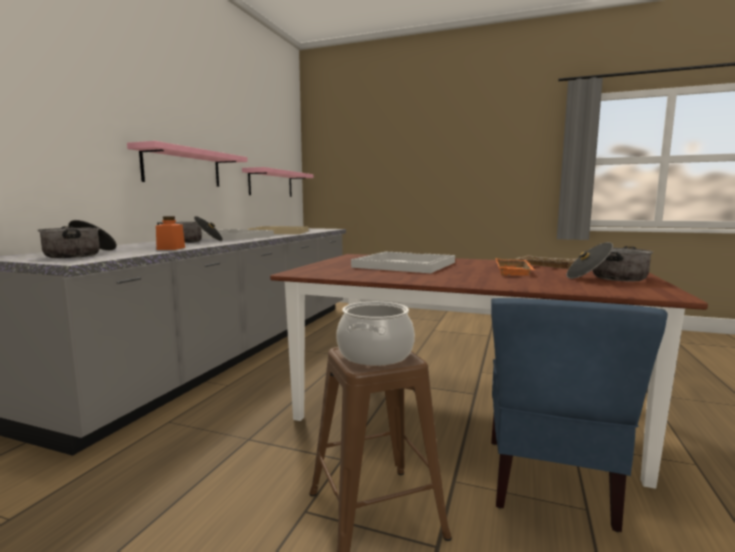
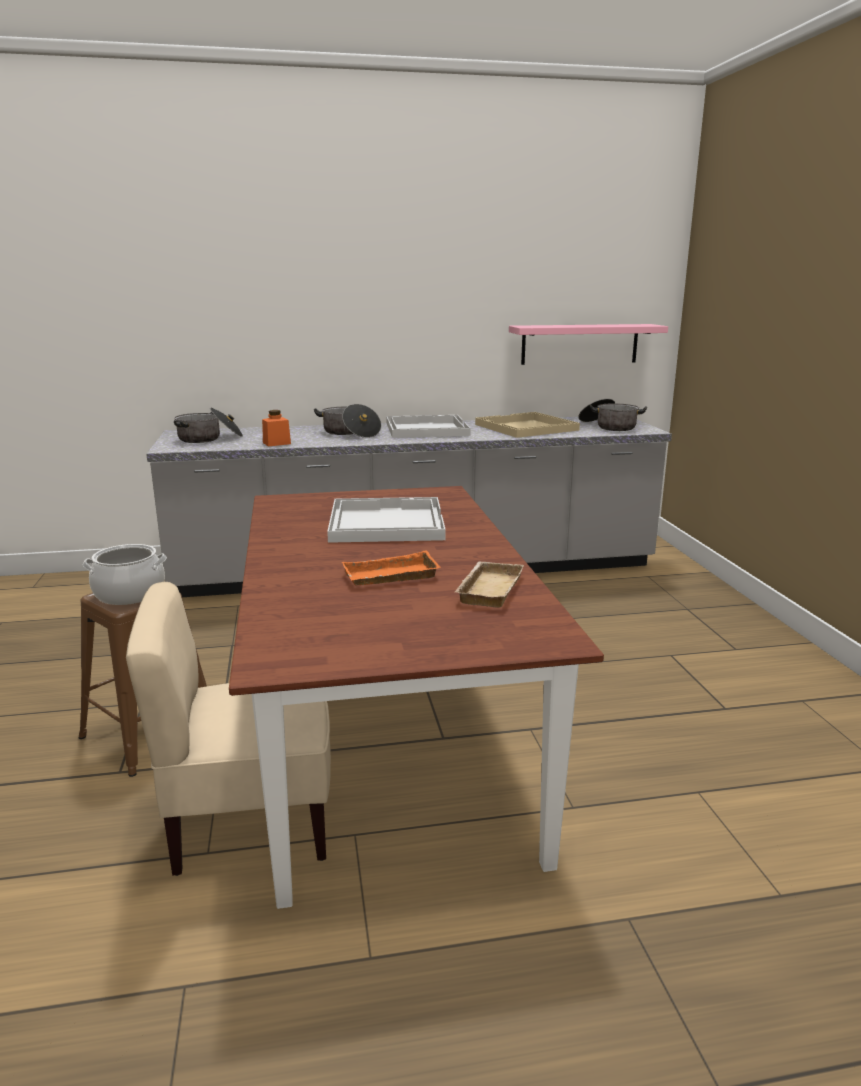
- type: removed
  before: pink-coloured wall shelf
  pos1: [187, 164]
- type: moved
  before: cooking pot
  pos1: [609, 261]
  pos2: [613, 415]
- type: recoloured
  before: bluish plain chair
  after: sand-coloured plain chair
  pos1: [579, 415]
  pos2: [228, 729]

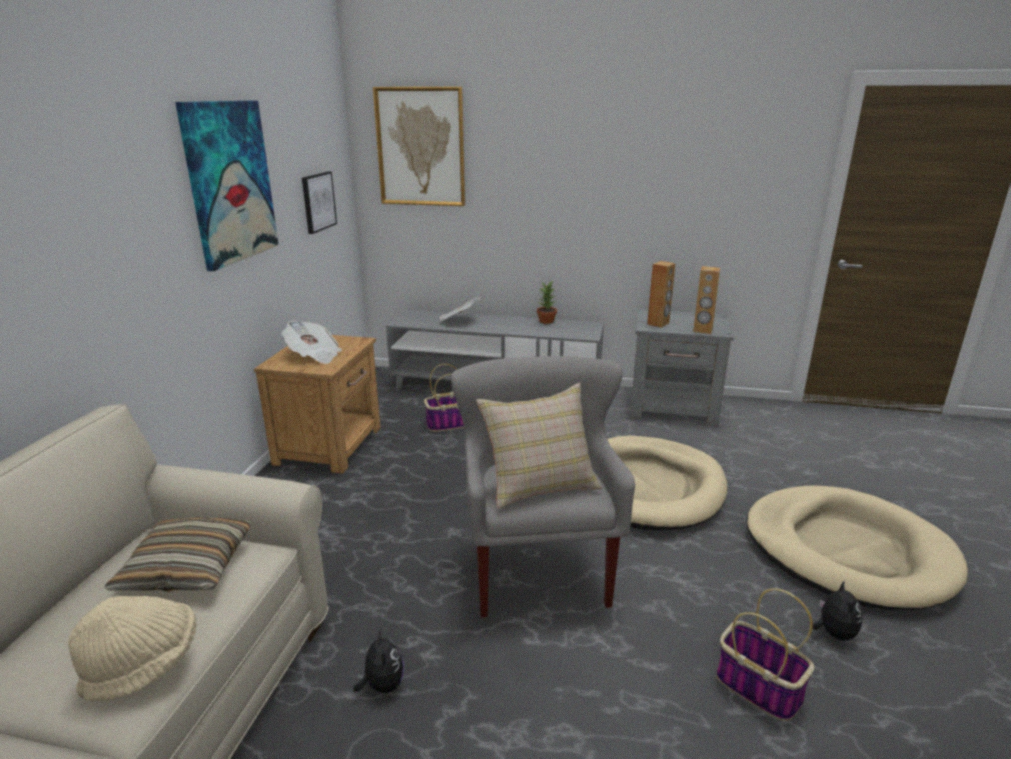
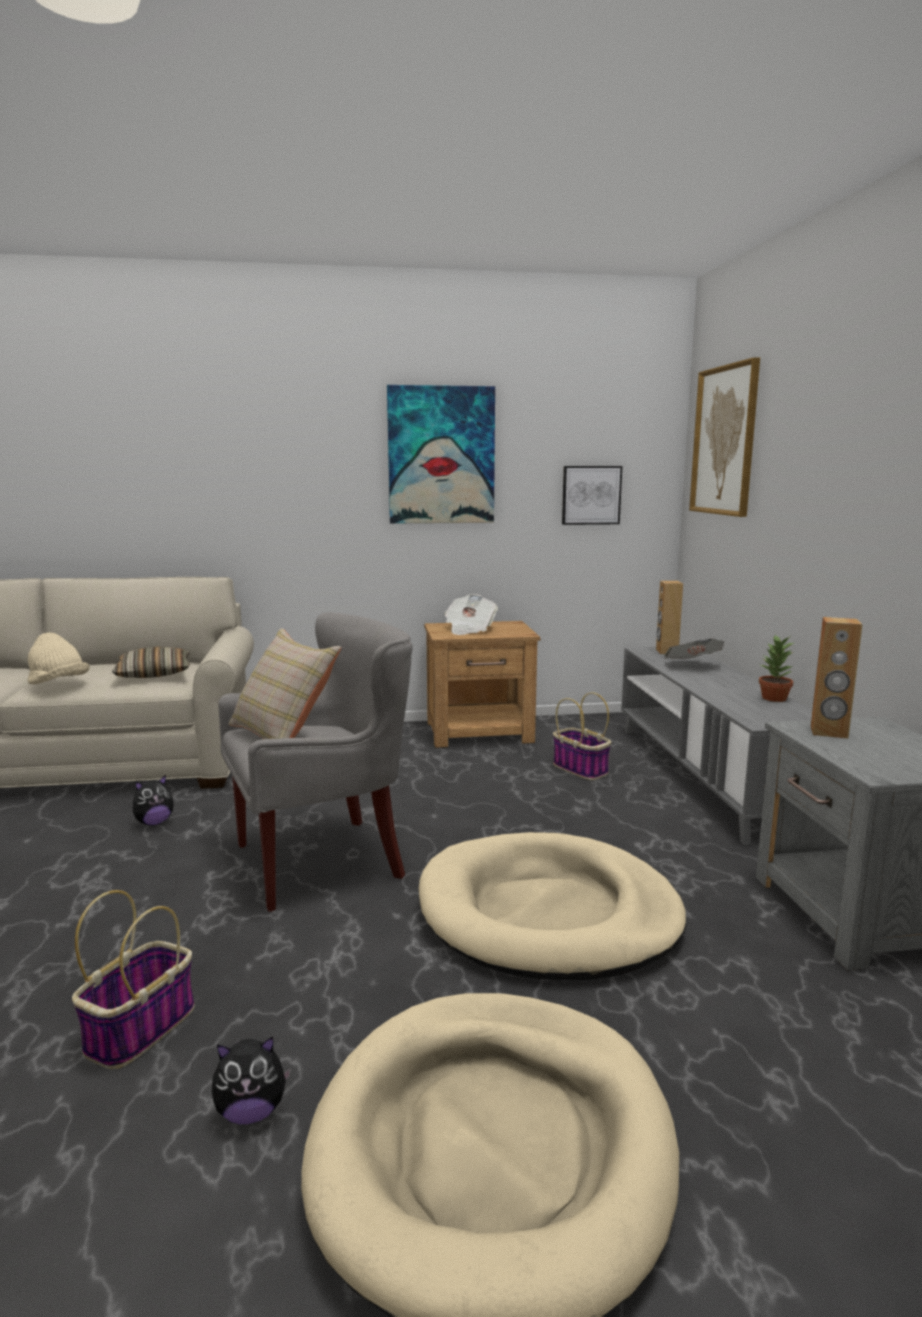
- type: moved
  before: brownish audio speaker
  pos1: [706, 300]
  pos2: [669, 617]

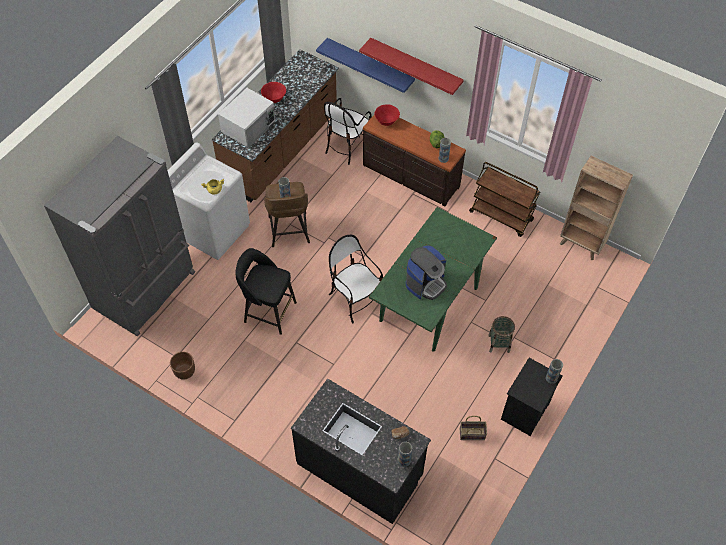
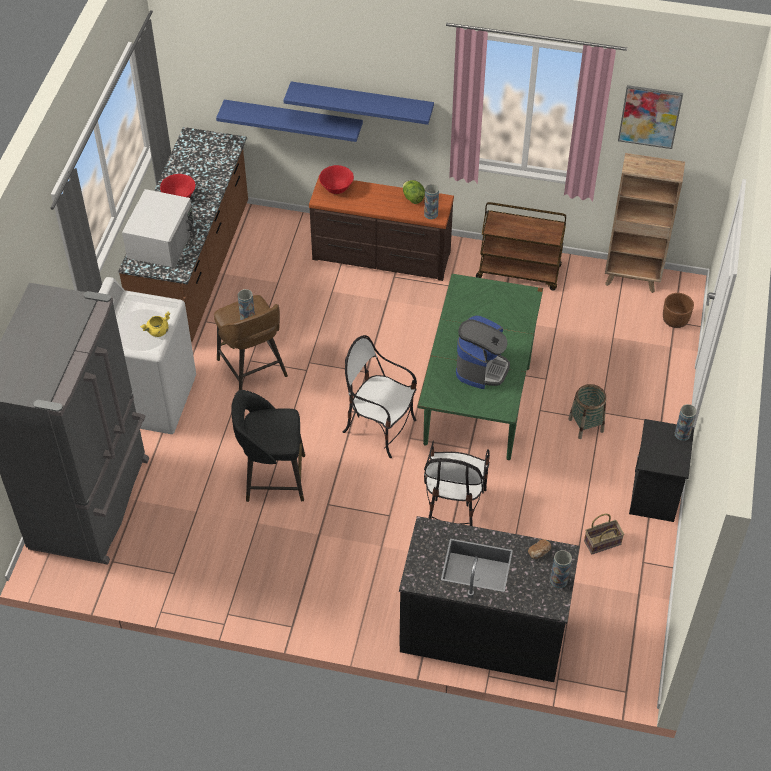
- type: added
  after: picture
  pos2: [650, 117]
- type: moved
  before: brownish plant pot
  pos1: [182, 366]
  pos2: [678, 310]
- type: moved
  before: plain chair
  pos1: [348, 131]
  pos2: [457, 483]
- type: recoloured
  before: reddish wall shelf
  after: bluish wall shelf
  pos1: [411, 66]
  pos2: [359, 103]

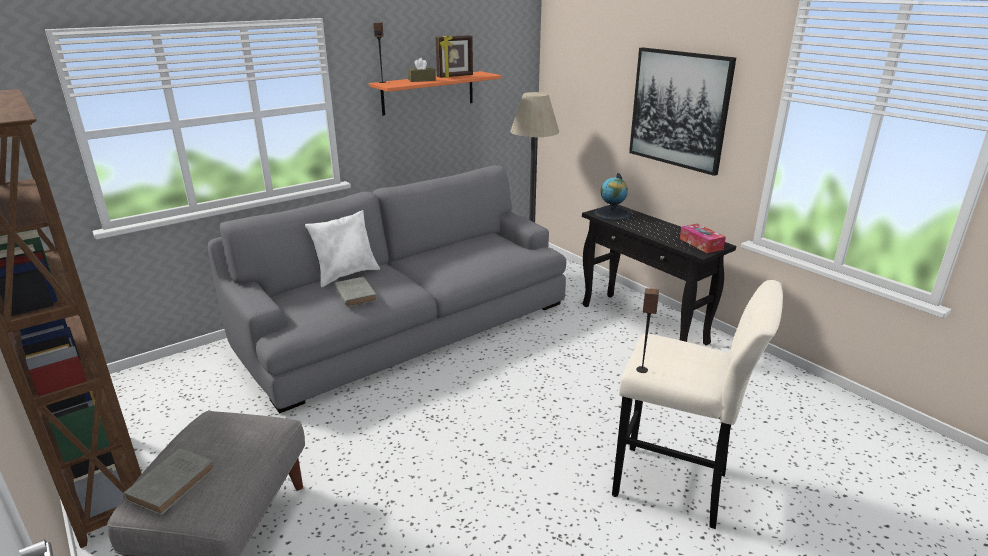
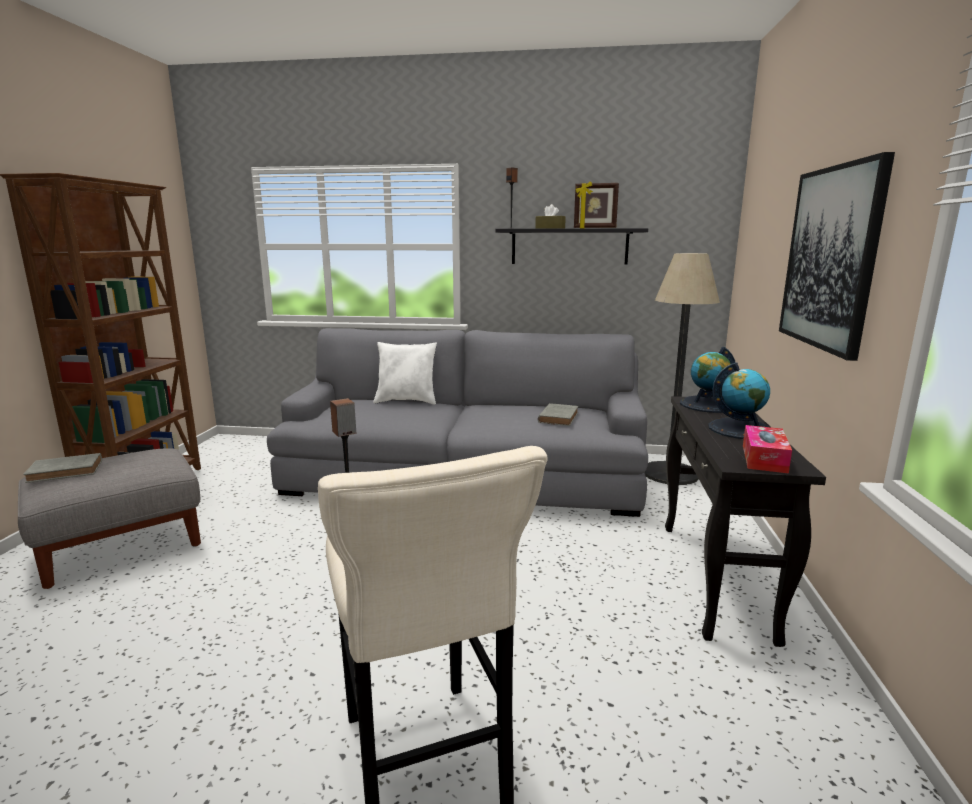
- type: added
  after: globe
  pos2: [739, 401]
- type: moved
  before: greyish book
  pos1: [355, 292]
  pos2: [558, 414]
- type: recoloured
  before: orange wall shelf
  after: blackish wall shelf
  pos1: [435, 93]
  pos2: [571, 246]

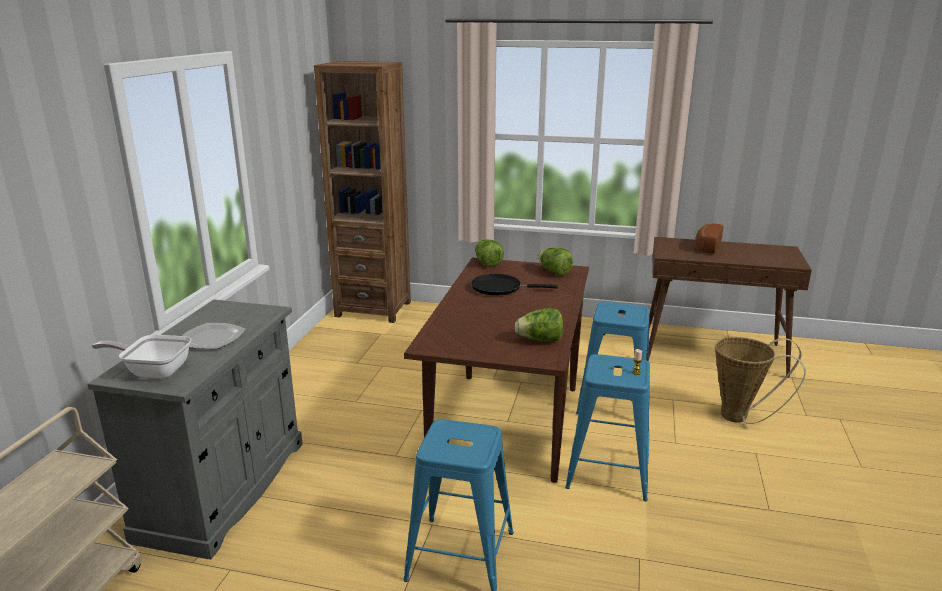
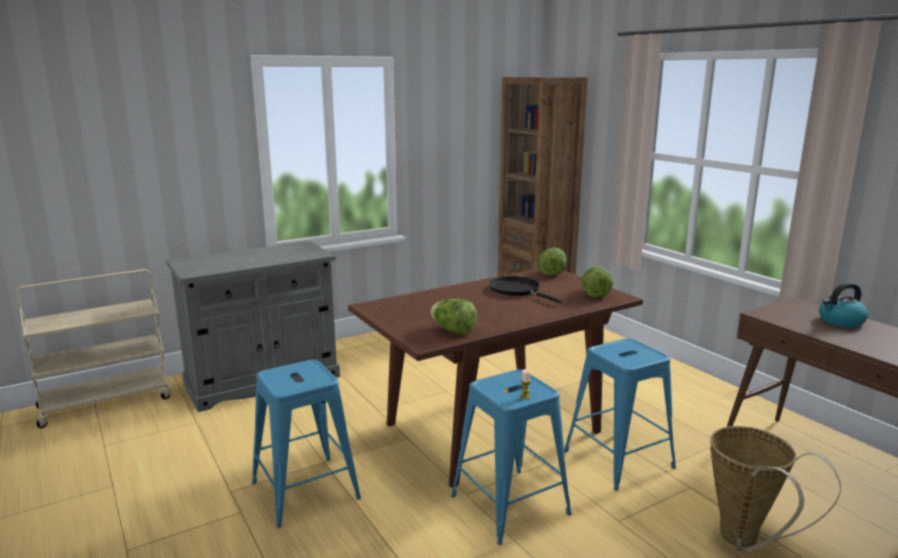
- type: removed
  before: skillet
  pos1: [141, 357]
- type: removed
  before: dinner plate
  pos1: [214, 336]
- type: replaced
  before: bread
  after: water kettle
  pos1: [709, 238]
  pos2: [843, 305]

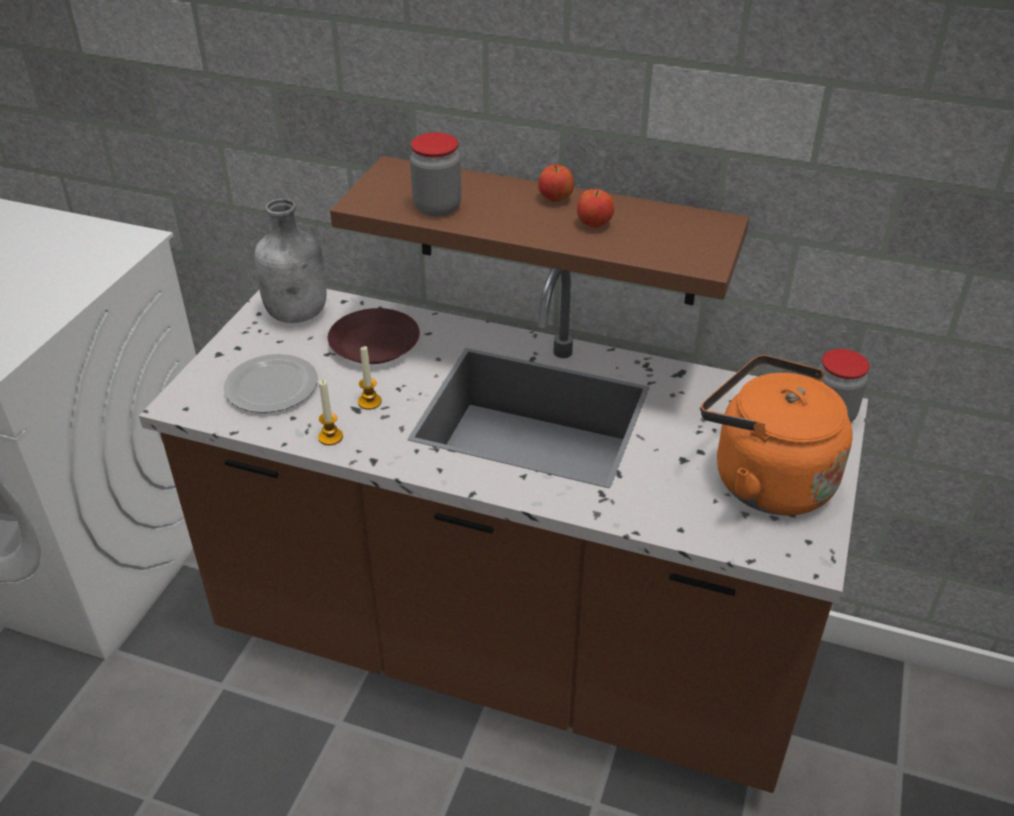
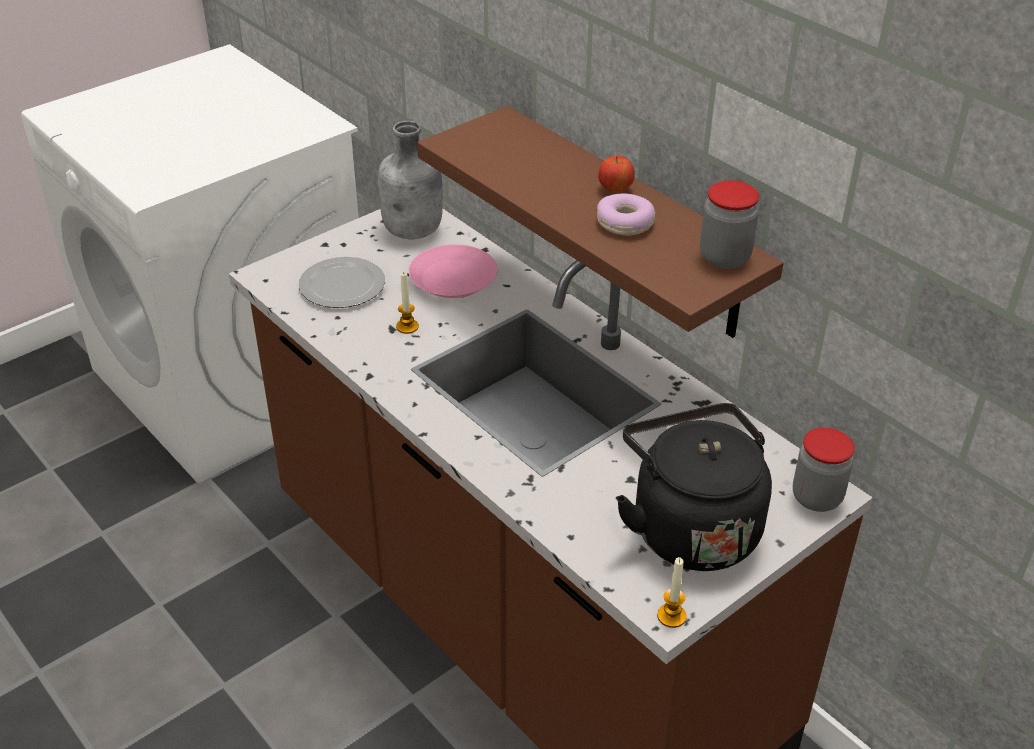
- type: moved
  before: candle
  pos1: [330, 412]
  pos2: [671, 592]
- type: moved
  before: jar
  pos1: [436, 174]
  pos2: [729, 224]
- type: replaced
  before: apple fruit
  after: donut
  pos1: [595, 208]
  pos2: [626, 214]
- type: recoloured
  before: brownish dinner plate
  after: pink-coloured dinner plate
  pos1: [374, 336]
  pos2: [453, 271]
- type: recoloured
  before: orange water kettle
  after: blackish water kettle
  pos1: [777, 435]
  pos2: [694, 487]

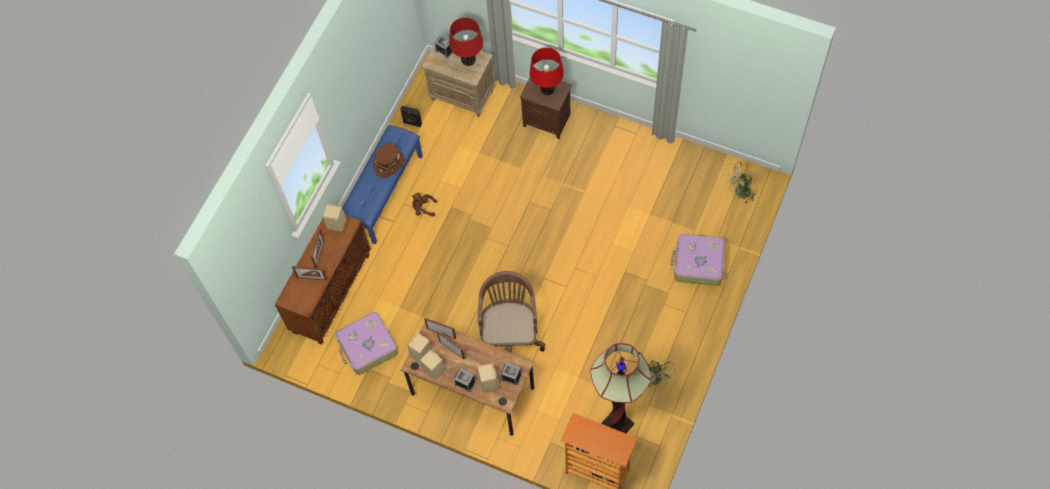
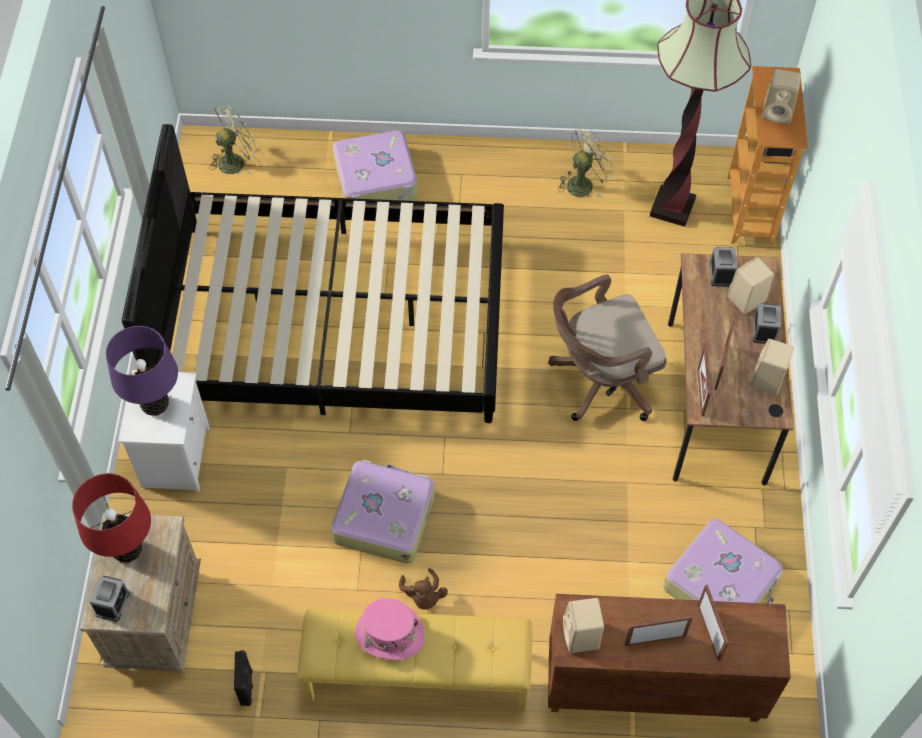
- type: added
  after: blackish bedroom bed
  pos2: [313, 273]
- type: added
  after: travel case
  pos2: [383, 511]
- type: moved
  before: sand-coloured audio speaker
  pos1: [420, 348]
  pos2: [781, 96]
- type: recoloured
  before: bluish indoor bench
  after: yellow-coloured indoor bench
  pos1: [382, 185]
  pos2: [415, 661]
- type: recoloured
  before: brownish wearable hat
  after: pink-coloured wearable hat
  pos1: [389, 161]
  pos2: [390, 629]
- type: recoloured
  before: brownish nightstand
  after: whitish nightstand
  pos1: [546, 108]
  pos2: [164, 431]
- type: recoloured
  before: reddish table lamp
  after: purple-coloured table lamp
  pos1: [547, 71]
  pos2: [142, 371]
- type: turned
  before: greenish fan
  pos1: [741, 182]
  pos2: [234, 139]
  turn: -90

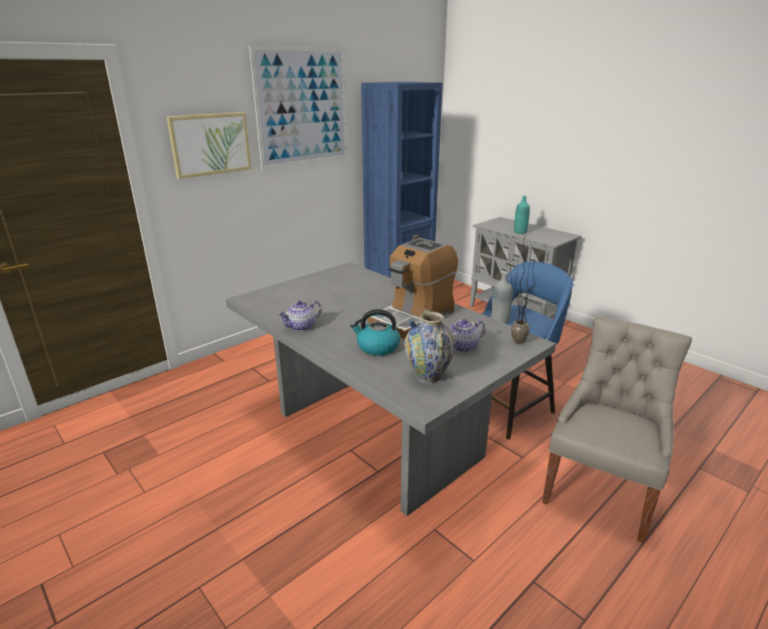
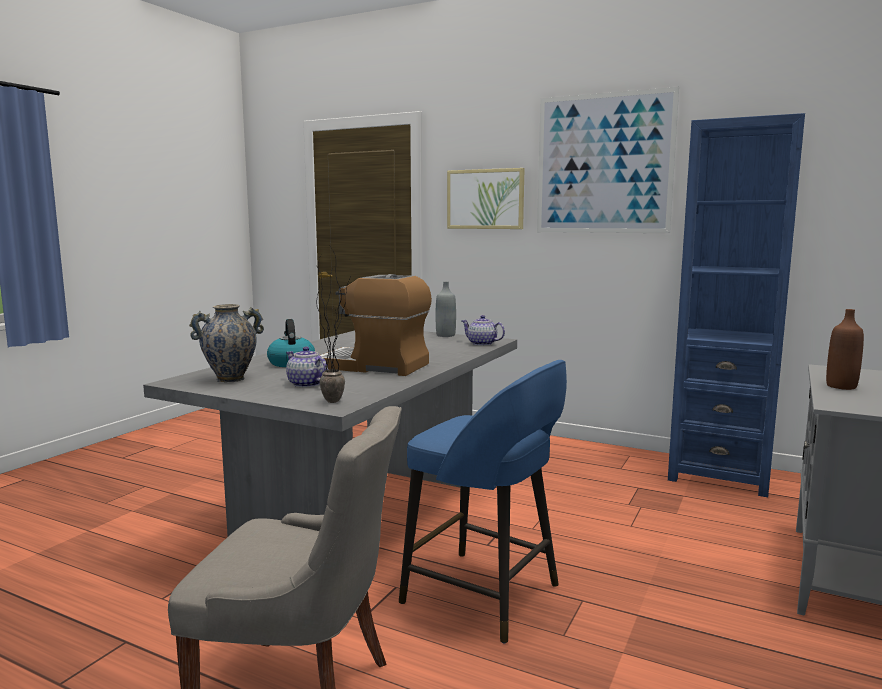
- type: moved
  before: tea pot
  pos1: [300, 315]
  pos2: [483, 330]
- type: moved
  before: greyish beverage bottle
  pos1: [502, 298]
  pos2: [446, 309]
- type: recoloured
  before: turquoise-coloured beverage bottle
  after: brownish beverage bottle
  pos1: [522, 215]
  pos2: [845, 349]

